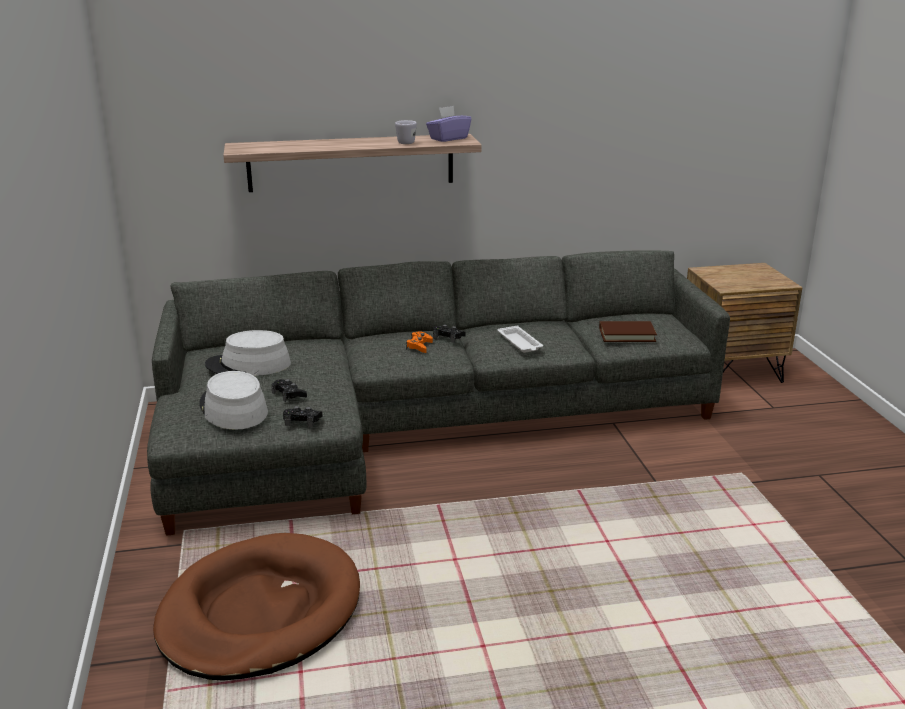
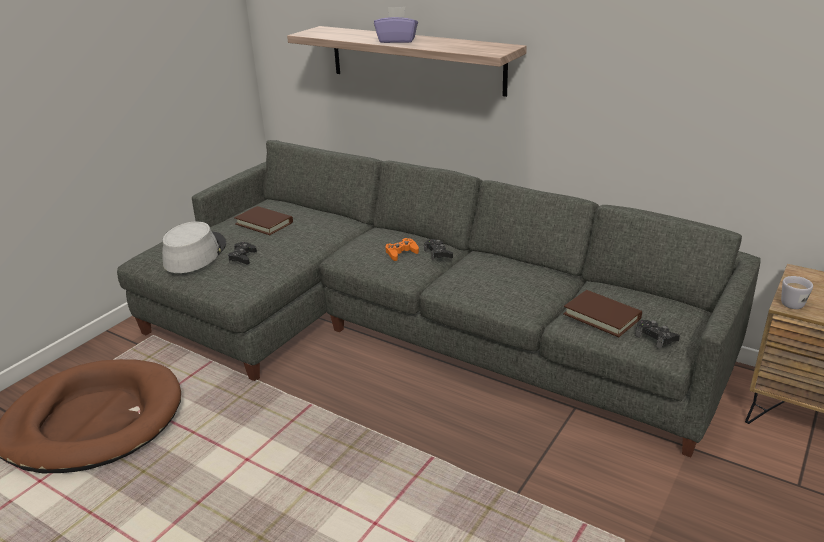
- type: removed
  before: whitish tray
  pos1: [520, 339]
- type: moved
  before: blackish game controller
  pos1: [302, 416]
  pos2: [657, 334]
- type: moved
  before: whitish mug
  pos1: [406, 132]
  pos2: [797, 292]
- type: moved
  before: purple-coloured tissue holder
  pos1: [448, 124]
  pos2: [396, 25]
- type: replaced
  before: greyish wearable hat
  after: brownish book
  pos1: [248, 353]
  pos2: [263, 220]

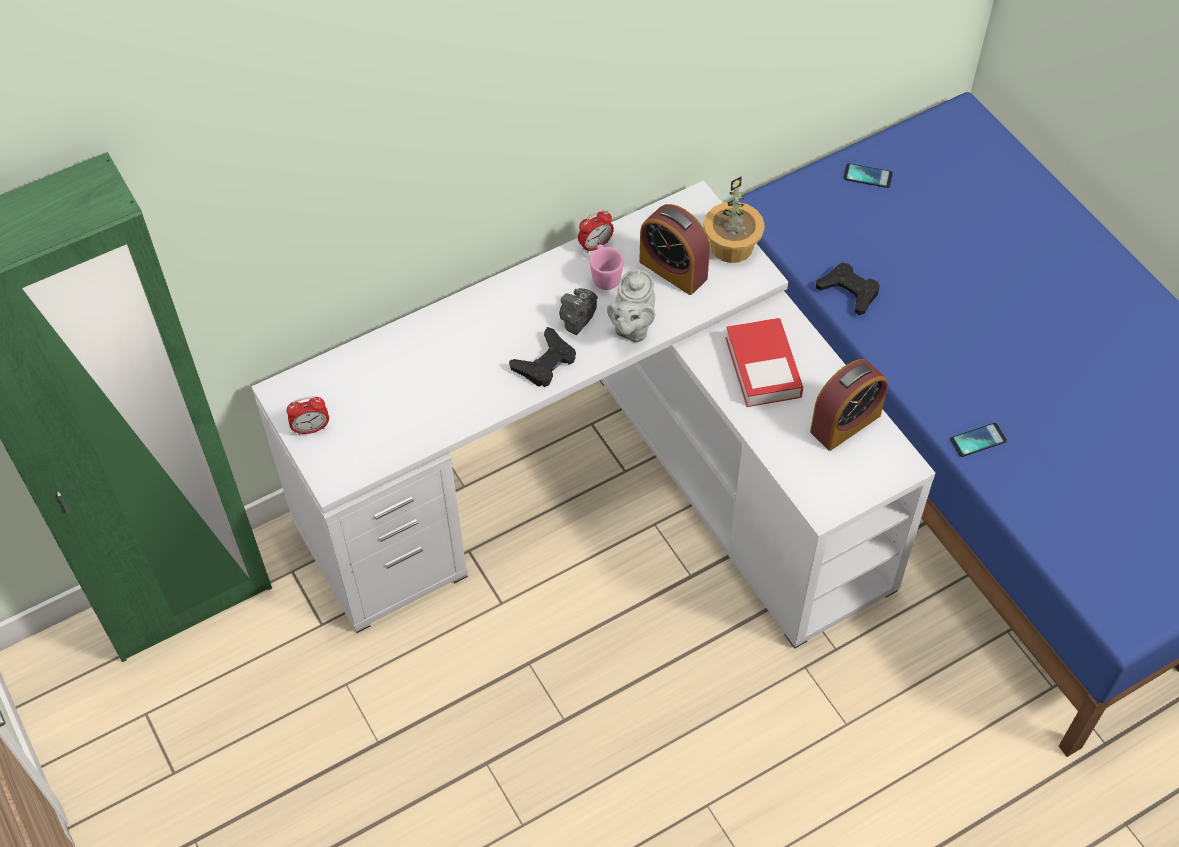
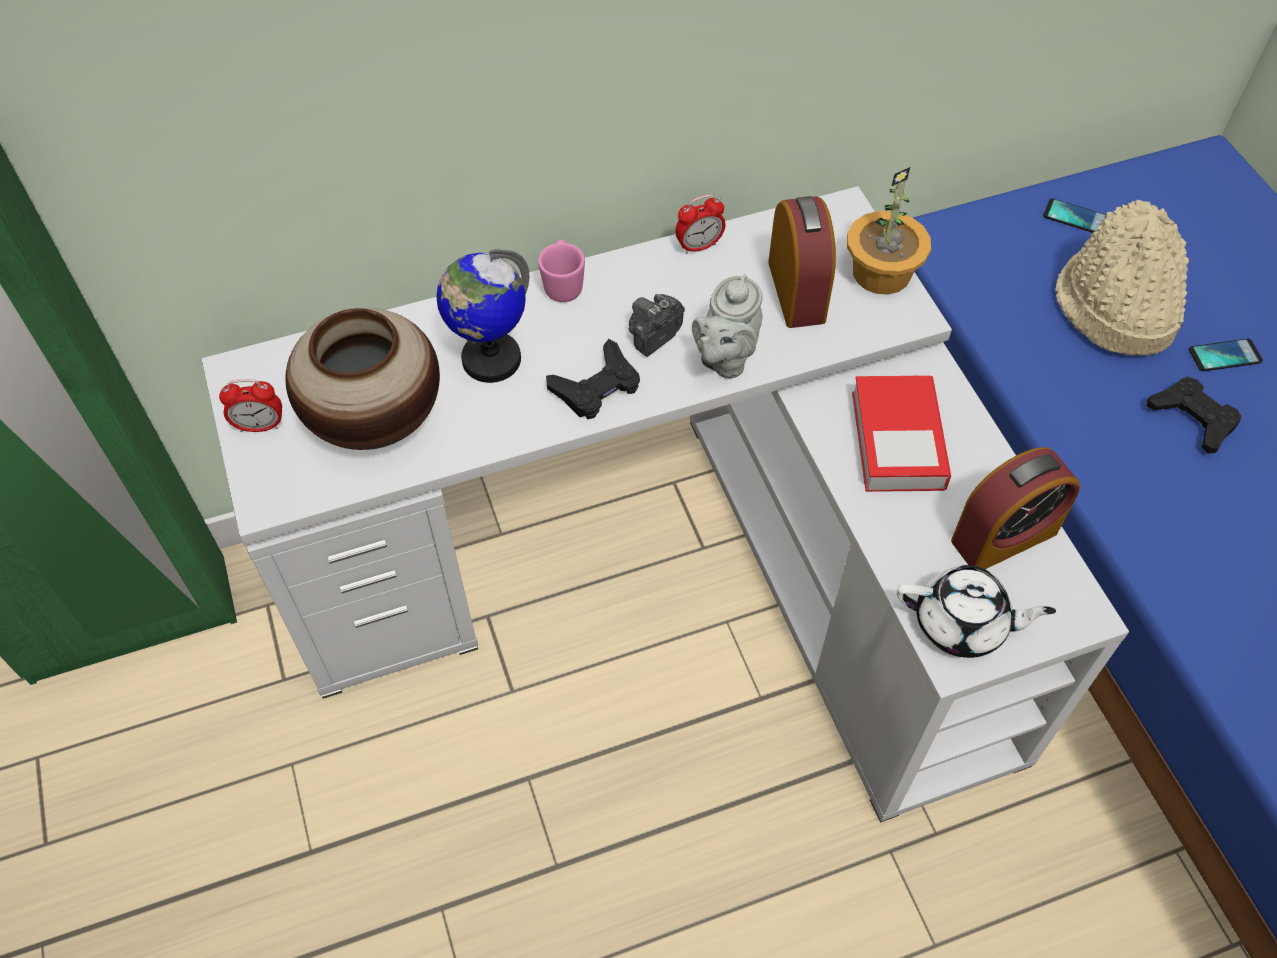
- type: added
  after: decorative vase
  pos2: [362, 379]
- type: added
  after: globe
  pos2: [482, 316]
- type: added
  after: whitish tea pot
  pos2: [976, 611]
- type: added
  after: sand-coloured wearable hat
  pos2: [1122, 278]
- type: moved
  before: pink-coloured mug
  pos1: [607, 267]
  pos2: [561, 271]
- type: moved
  before: blackish game controller
  pos1: [848, 289]
  pos2: [1194, 415]
- type: moved
  before: handset
  pos1: [978, 440]
  pos2: [1226, 355]
- type: turned
  before: bedside clock
  pos1: [674, 249]
  pos2: [802, 262]
  turn: -150

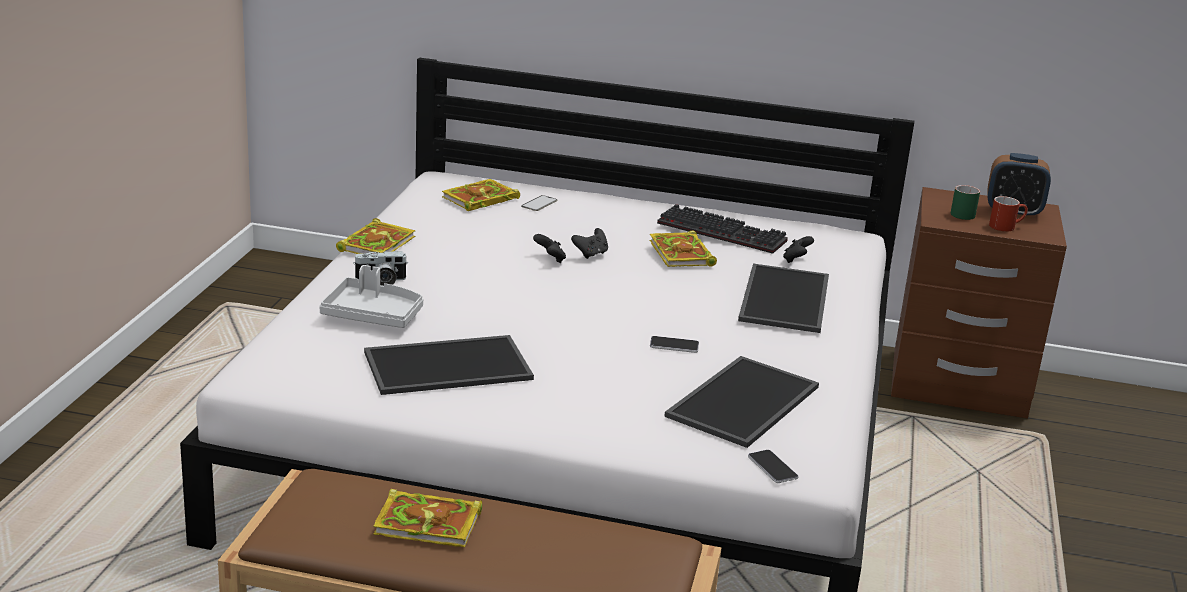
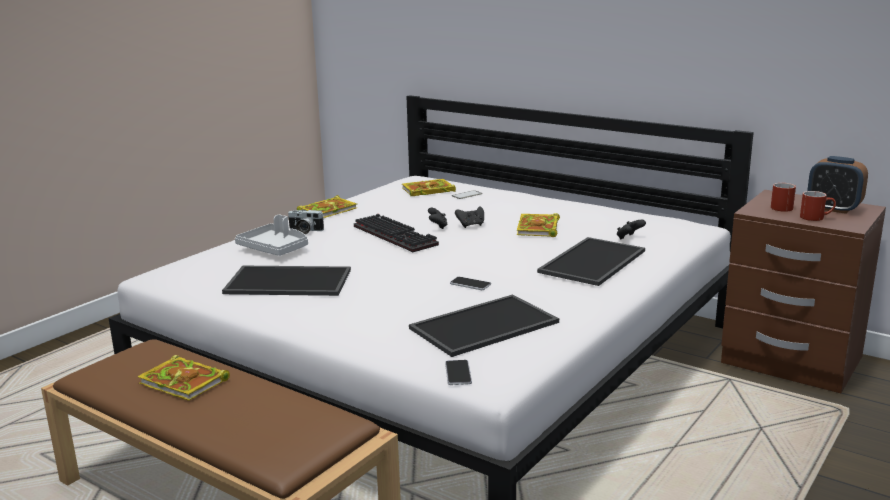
- type: moved
  before: keyboard
  pos1: [722, 229]
  pos2: [396, 233]
- type: recoloured
  before: greenish mug
  after: reddish mug
  pos1: [965, 202]
  pos2: [783, 197]

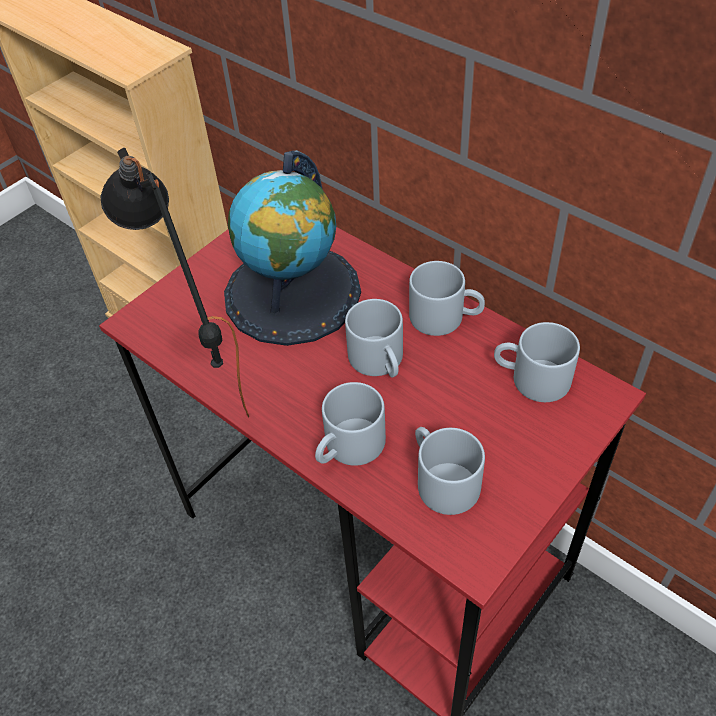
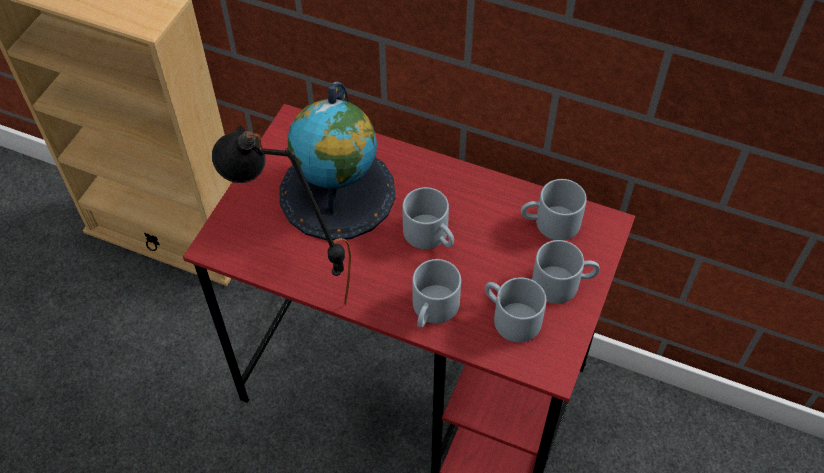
- type: moved
  before: greyish mug
  pos1: [447, 298]
  pos2: [566, 272]

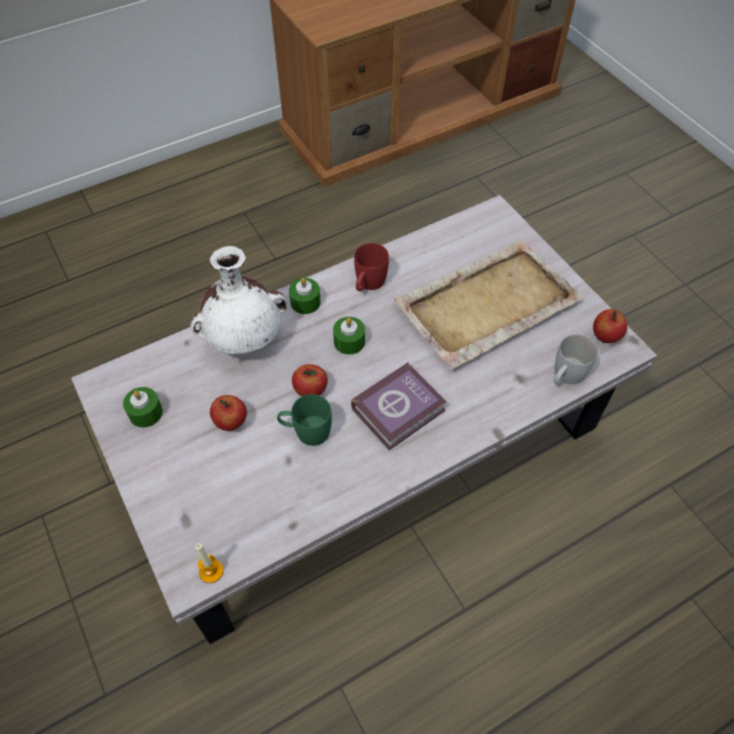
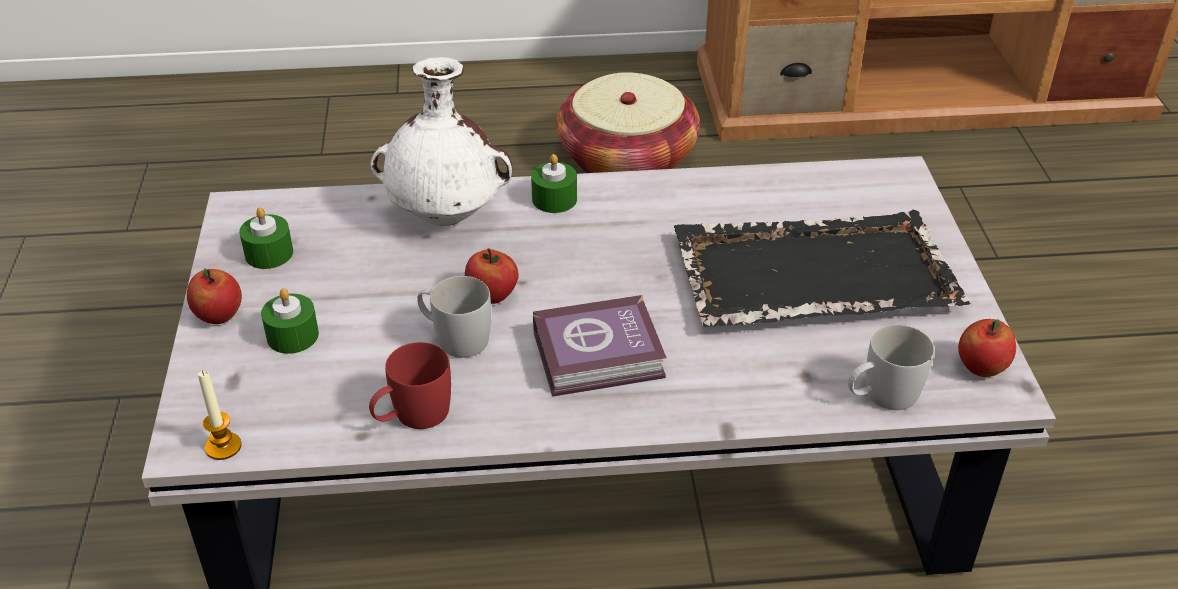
- type: added
  after: basket
  pos2: [628, 122]
- type: moved
  before: apple fruit
  pos1: [228, 413]
  pos2: [214, 296]
- type: moved
  before: greenish candle
  pos1: [349, 336]
  pos2: [290, 321]
- type: moved
  before: reddish mug
  pos1: [371, 267]
  pos2: [410, 385]
- type: recoloured
  before: greenish mug
  after: whitish mug
  pos1: [304, 420]
  pos2: [454, 317]
- type: recoloured
  before: sand-coloured tray
  after: blackish tray
  pos1: [489, 304]
  pos2: [822, 268]

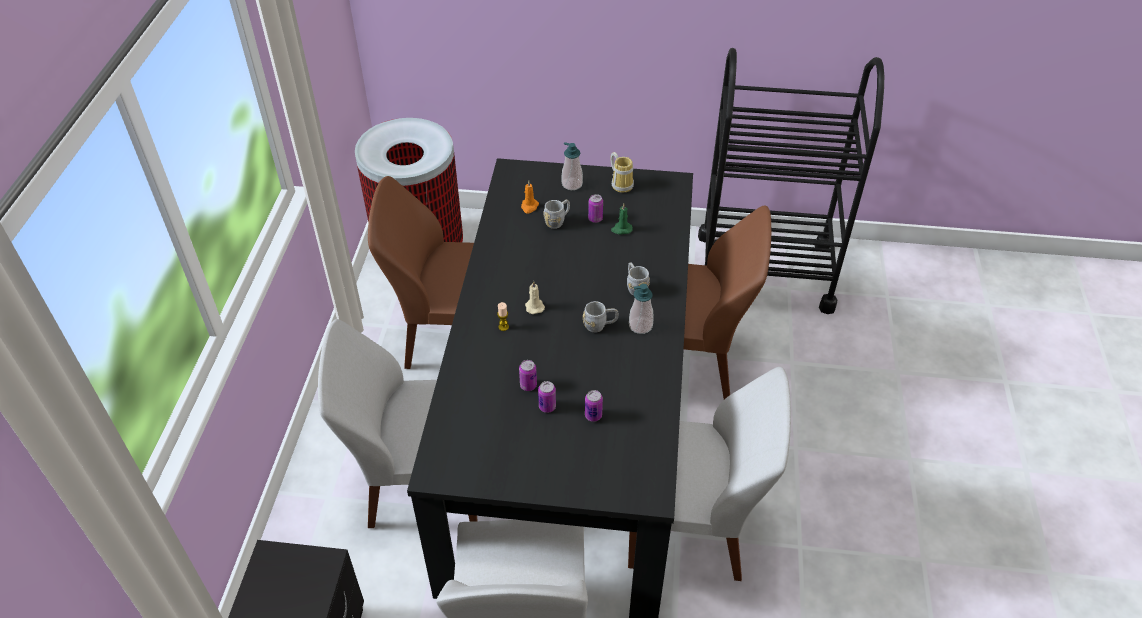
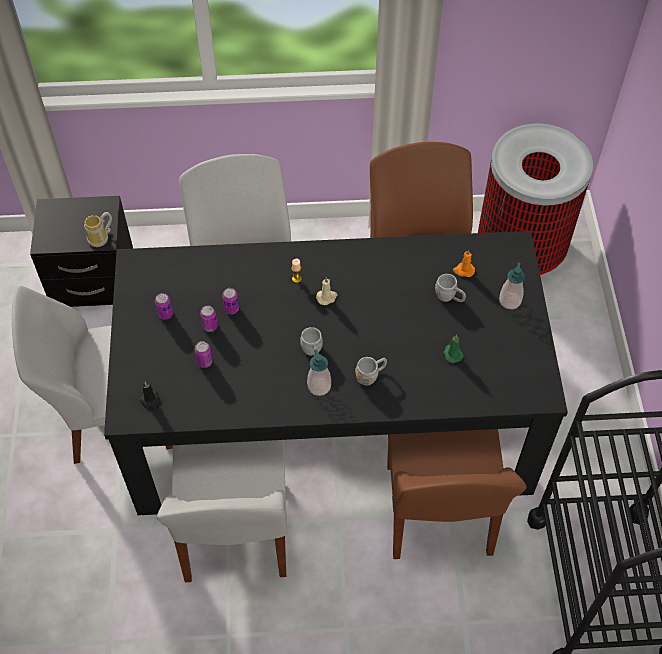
- type: added
  after: blackish candle
  pos2: [150, 396]
- type: moved
  before: sealed can
  pos1: [595, 208]
  pos2: [164, 306]
- type: moved
  before: mug
  pos1: [622, 172]
  pos2: [98, 229]

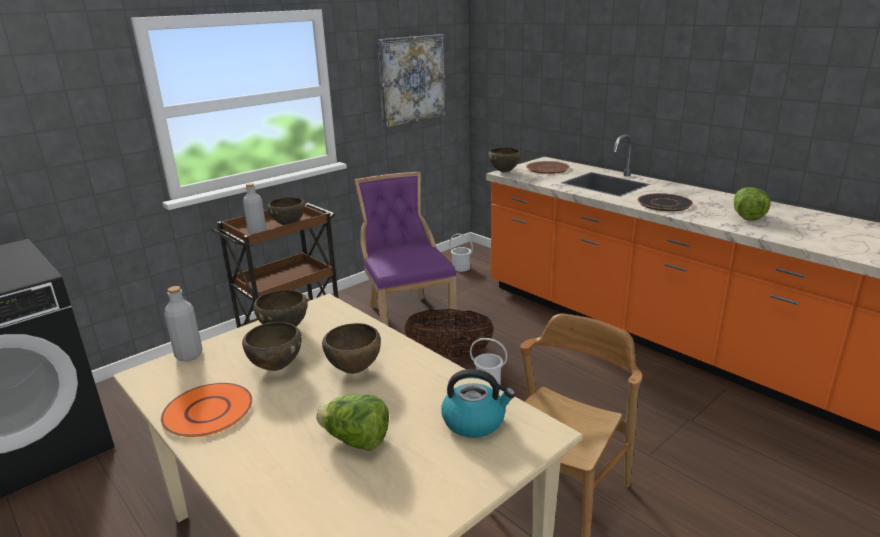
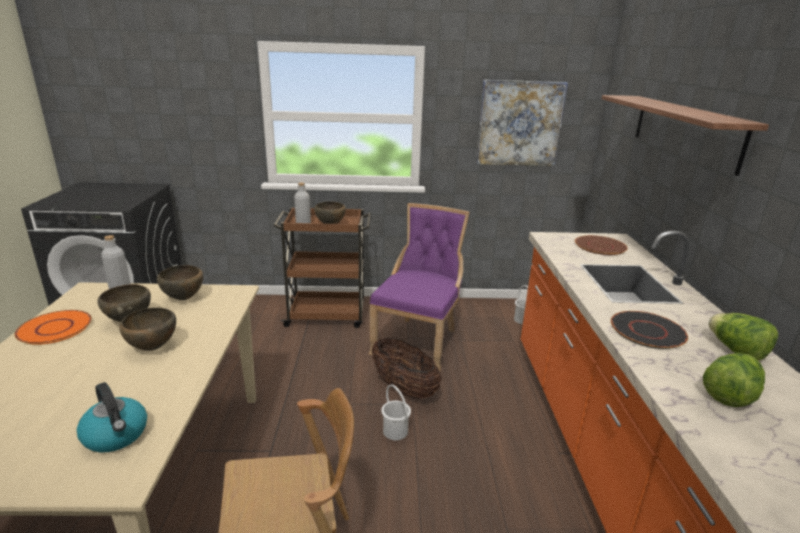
- type: removed
  before: brownish deep dish
  pos1: [505, 160]
- type: added
  after: wall shelf
  pos2: [685, 135]
- type: moved
  before: lettuce head
  pos1: [352, 423]
  pos2: [743, 337]

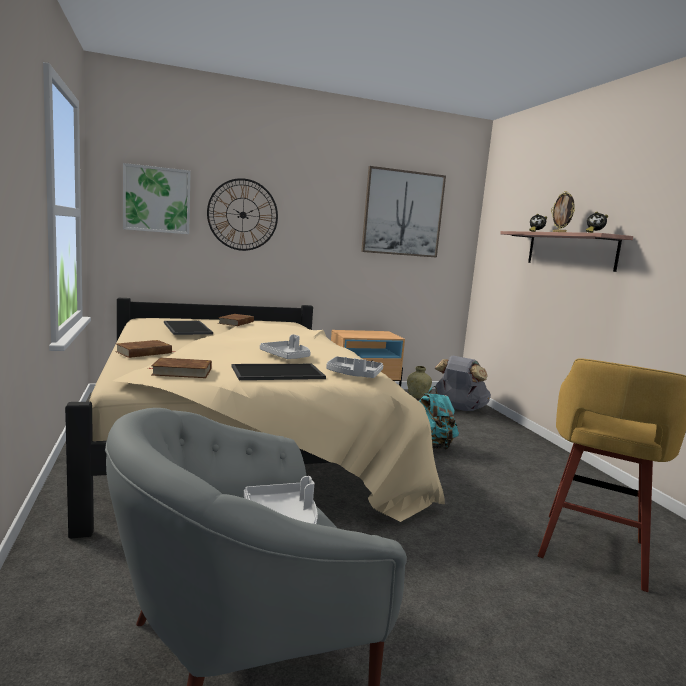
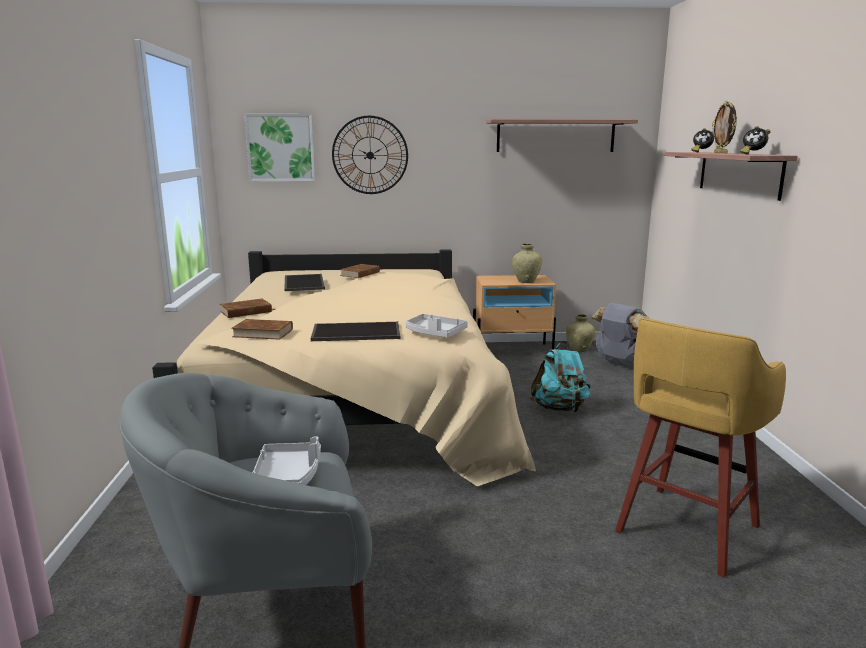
- type: removed
  before: greyish tray
  pos1: [285, 346]
- type: added
  after: sand-coloured decorative vase
  pos2: [527, 263]
- type: replaced
  before: picture
  after: wall shelf
  pos1: [403, 212]
  pos2: [562, 135]

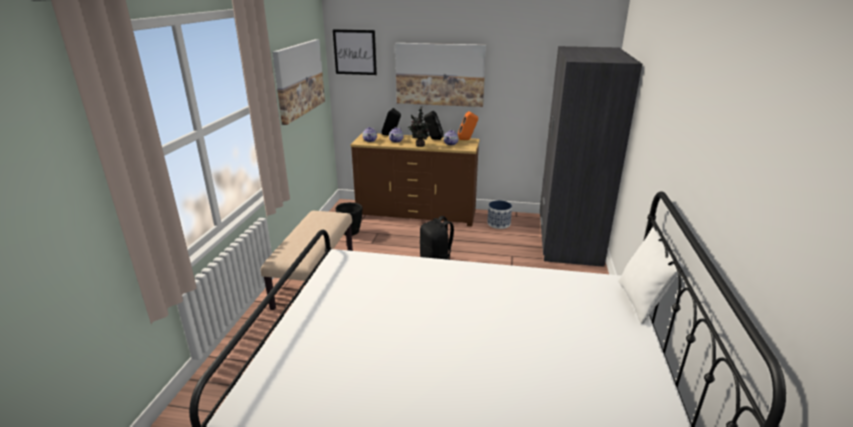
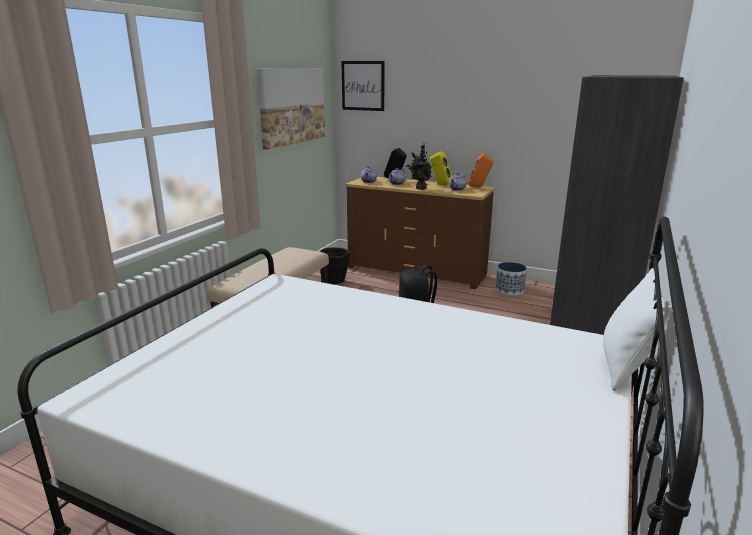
- type: removed
  before: picture
  pos1: [440, 75]
- type: recoloured
  before: blackish audio speaker
  after: yellow-coloured audio speaker
  pos1: [434, 125]
  pos2: [441, 168]

